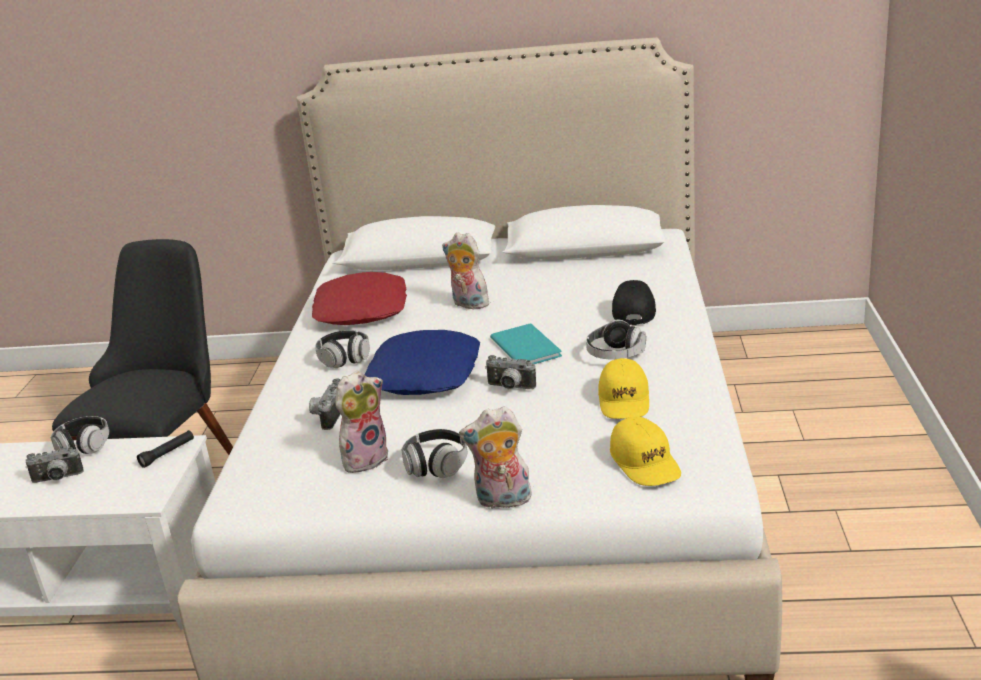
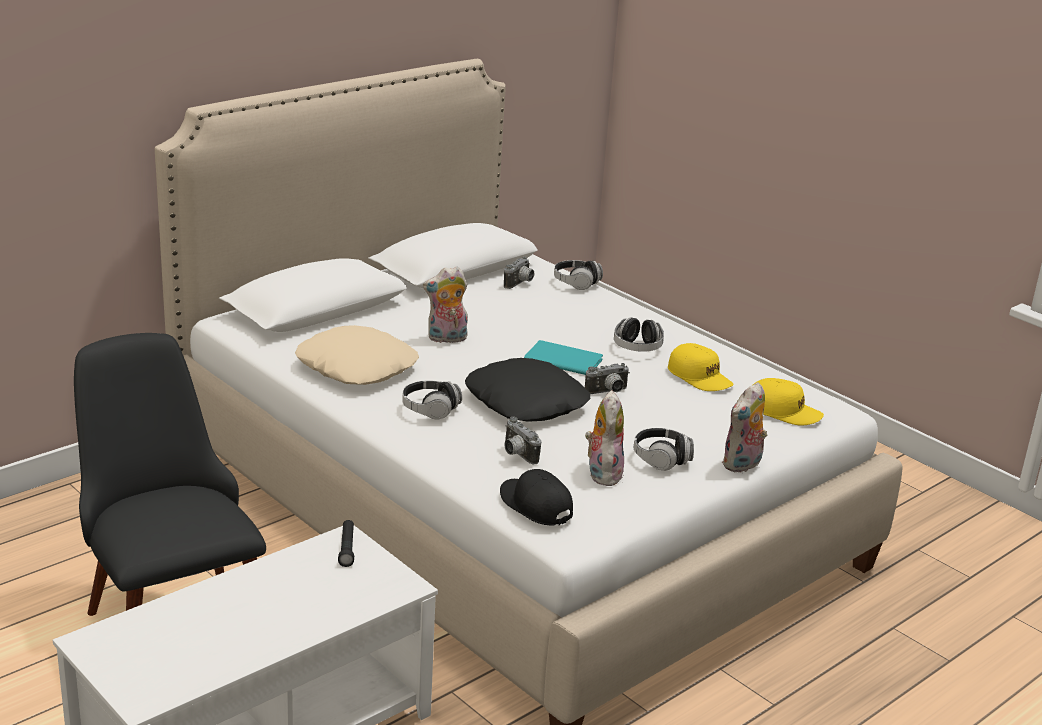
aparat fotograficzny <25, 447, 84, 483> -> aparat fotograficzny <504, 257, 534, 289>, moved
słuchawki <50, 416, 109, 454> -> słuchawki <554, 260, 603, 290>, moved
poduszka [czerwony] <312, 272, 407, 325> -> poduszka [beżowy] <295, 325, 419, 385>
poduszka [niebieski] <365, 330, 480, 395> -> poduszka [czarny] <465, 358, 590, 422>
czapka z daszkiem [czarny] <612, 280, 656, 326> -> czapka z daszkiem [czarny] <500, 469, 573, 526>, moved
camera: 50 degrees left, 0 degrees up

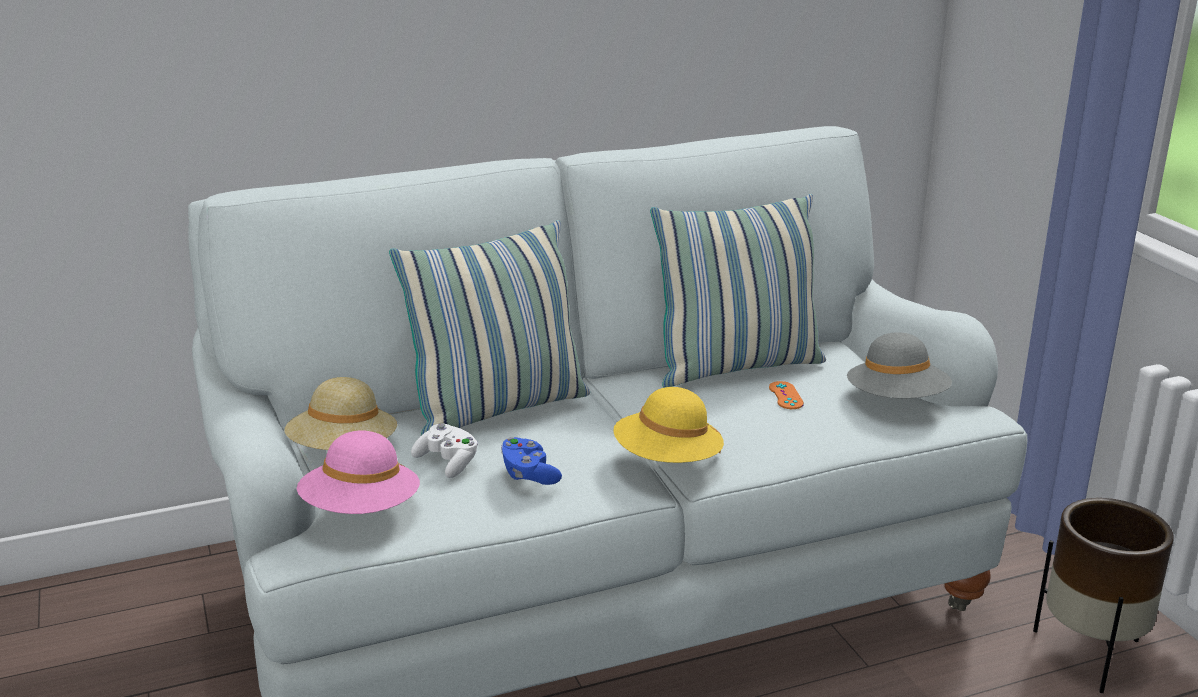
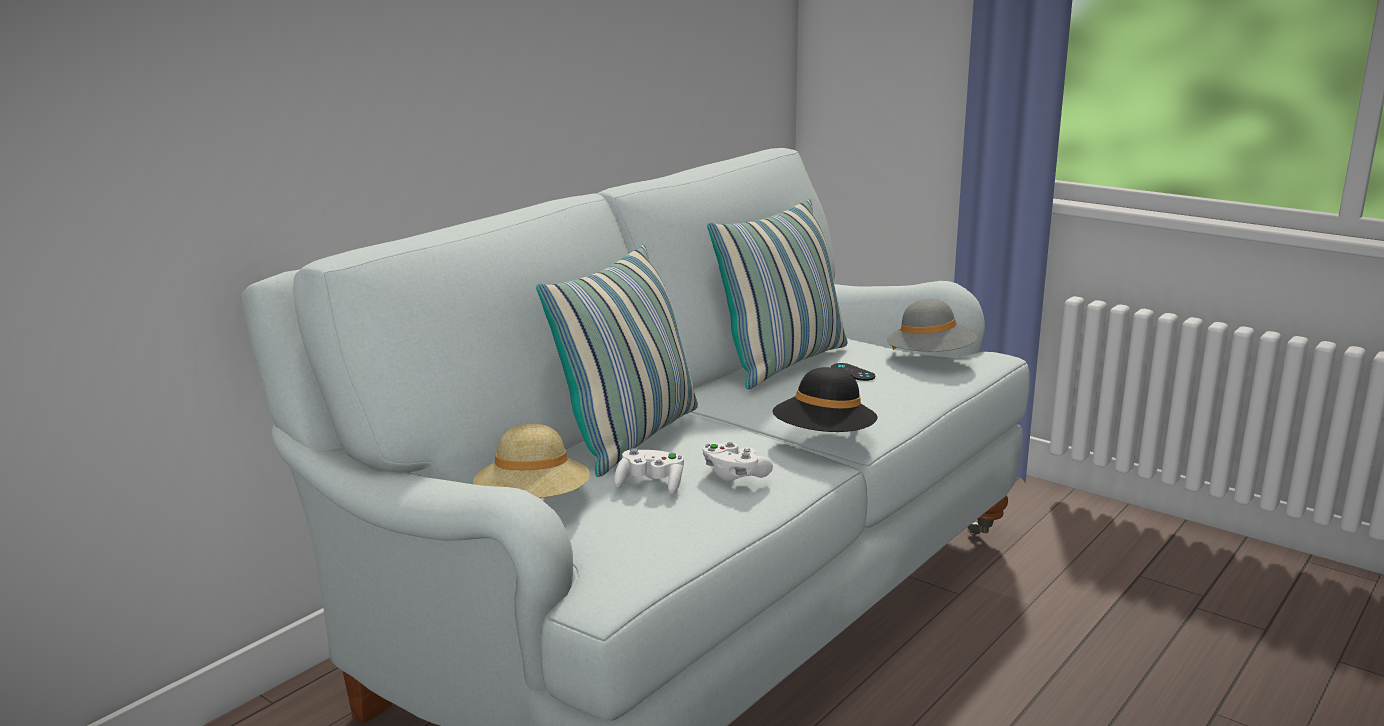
kapelusz [różowy] <297, 431, 420, 514> -> none
pad do gier [niebieski] <501, 437, 562, 485> -> pad do gier [biały] <703, 442, 773, 481>
kapelusz [żółty] <613, 387, 724, 463> -> kapelusz [czarny] <773, 367, 878, 432>
pad do gier [pomarańczowy] <769, 381, 804, 409> -> pad do gier [czarny] <831, 363, 875, 381>
donica [brązowy] <1033, 498, 1174, 693> -> none
camera: 30 degrees left, 5 degrees down

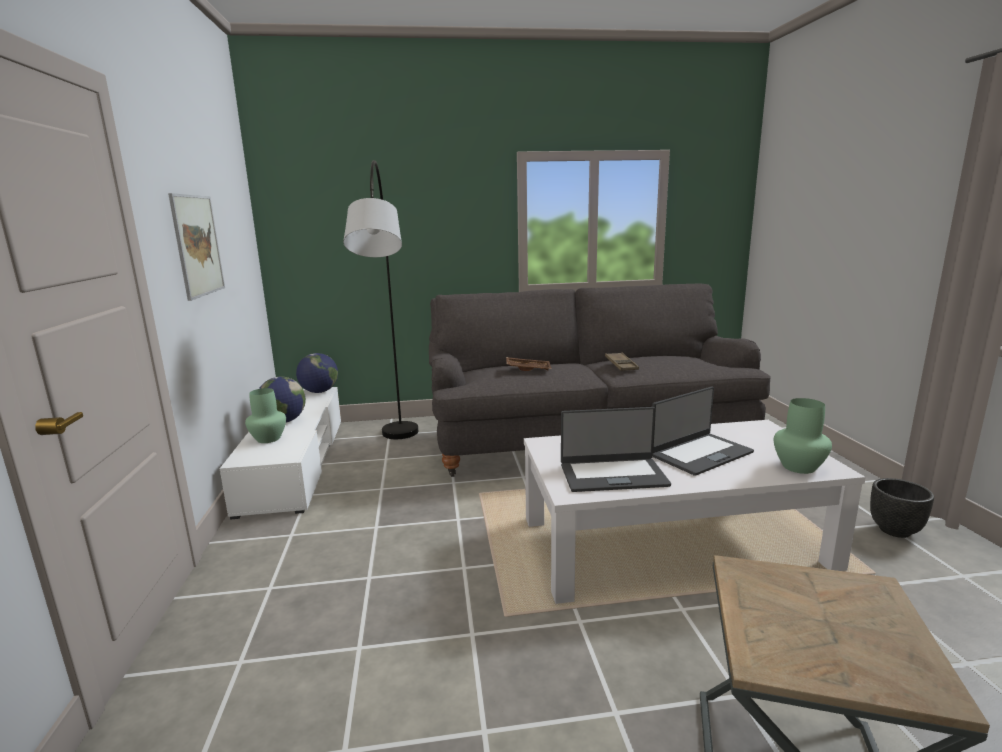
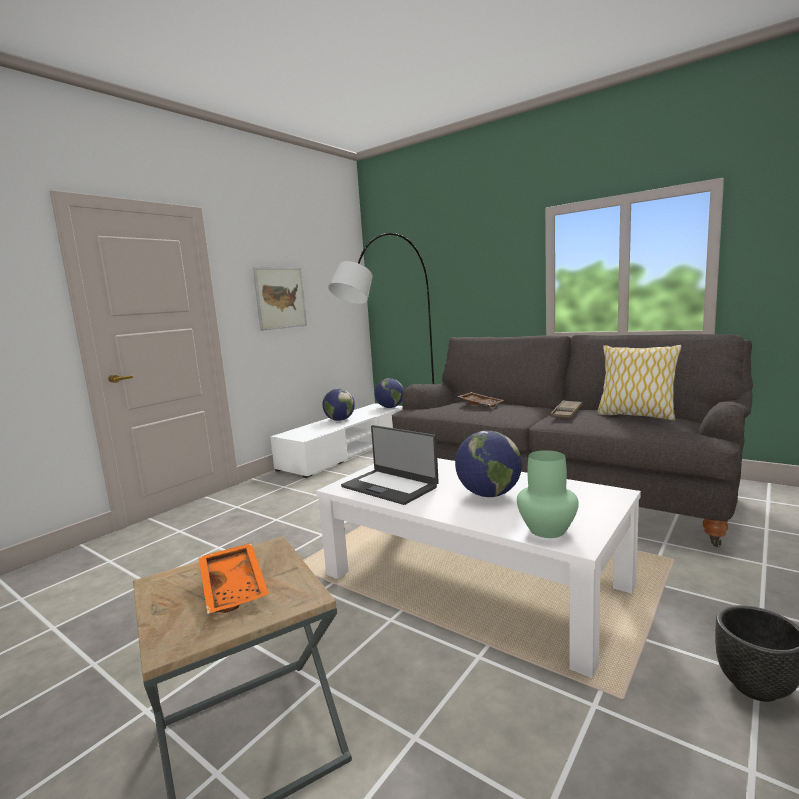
wazon [zielony] <245, 388, 286, 443> -> none
laptop <652, 387, 754, 476> -> globus <455, 431, 522, 497>
none -> taca [pomarańczowy] <198, 543, 269, 614>
none -> poduszka <597, 345, 682, 421>
camera: 45 degrees right, 5 degrees down

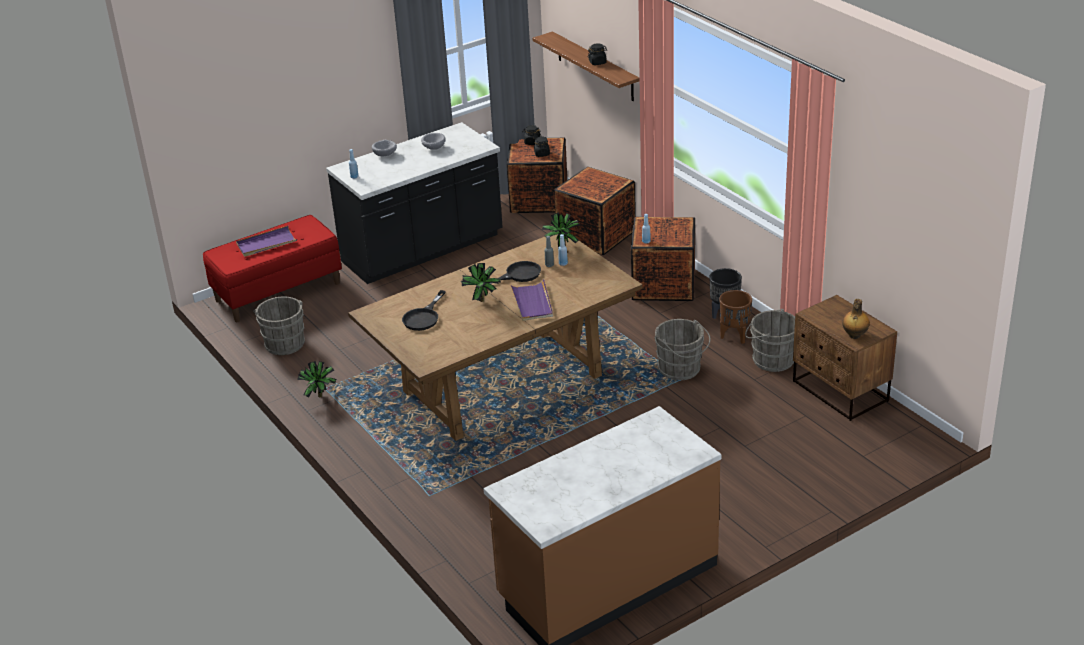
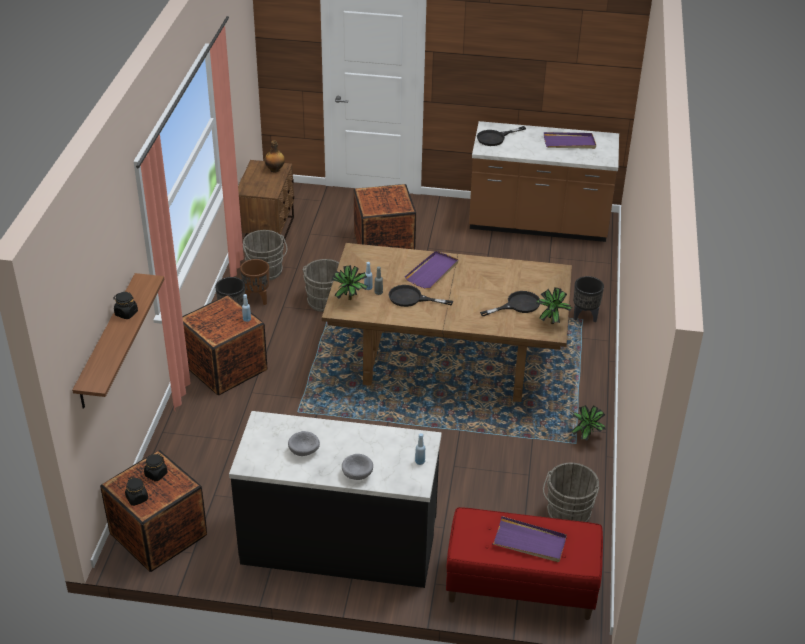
roślina doniczkowa <461, 263, 501, 302> -> roślina doniczkowa <536, 287, 573, 324>, moved
skrzynka <554, 167, 636, 255> -> skrzynka <354, 184, 416, 250>, moved
none -> patelnia [czarny] <477, 126, 526, 146>
none -> taca [fioletowy] <544, 132, 596, 149>
none -> donica [czarny] <574, 276, 604, 322>
camera: 140 degrees left, 5 degrees up

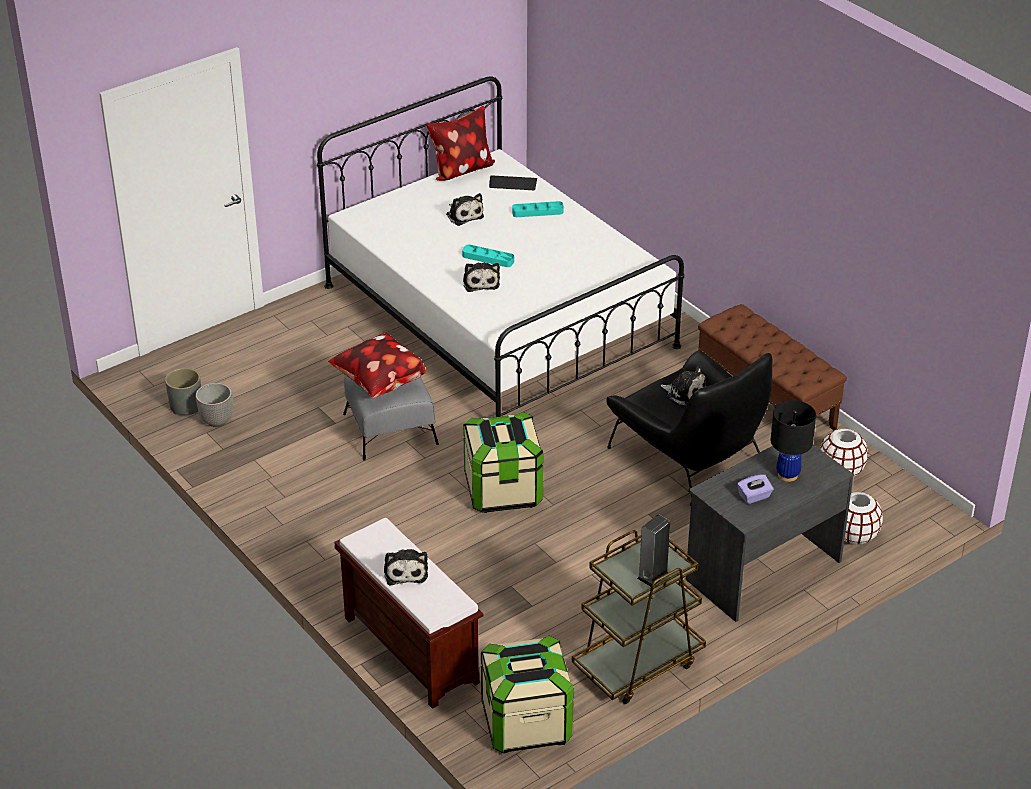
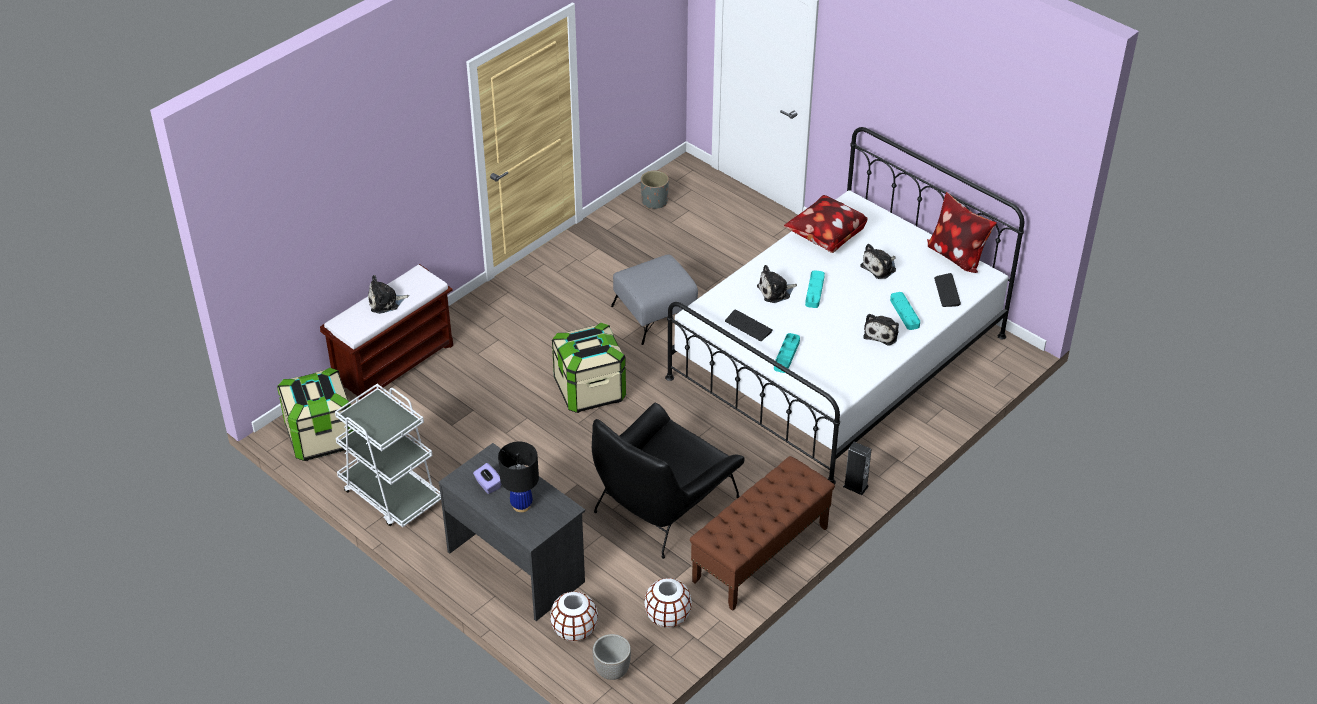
donica <196, 383, 233, 427> -> donica <592, 634, 631, 680>, moved
poduszka <328, 332, 426, 398> -> poduszka <784, 195, 868, 253>, moved
wózek [brązowy] <572, 530, 706, 704> -> wózek [biały] <335, 384, 441, 527>
głośnik <637, 514, 670, 587> -> głośnik <843, 442, 872, 495>, moved
pluszak <660, 365, 706, 405> -> pluszak <863, 314, 899, 345>, moved
none -> klawiatura <725, 309, 772, 341>
none -> taca [turkusowy] <774, 333, 800, 373>
camera: 80 degrees right, 5 degrees up

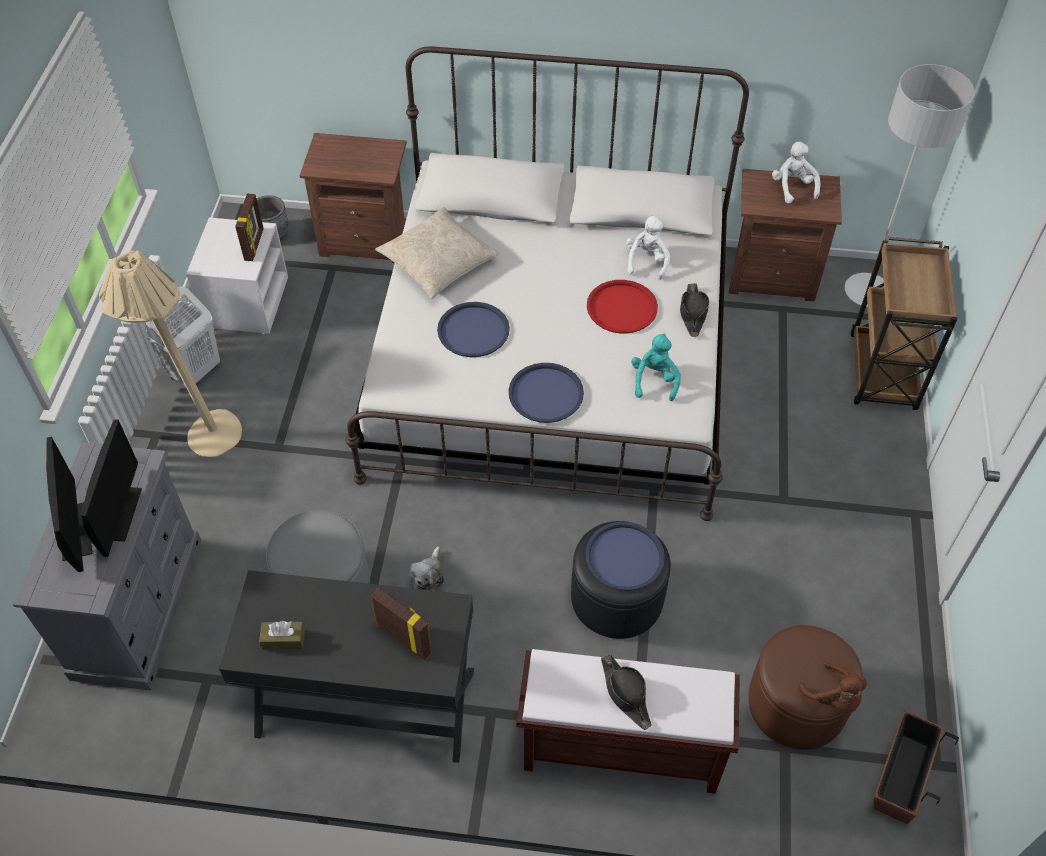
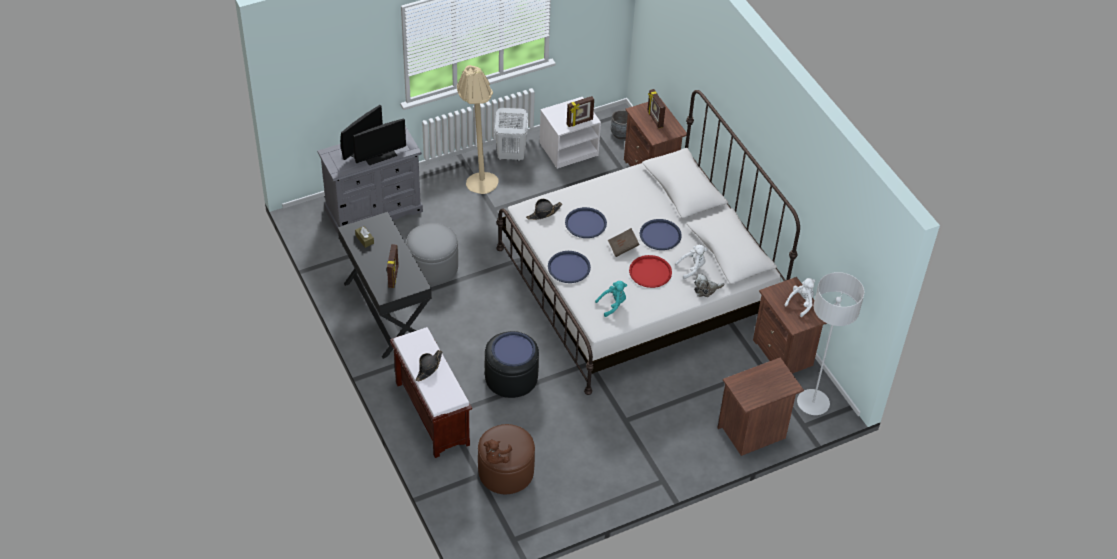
poduszka [beżowy] <375, 207, 500, 299> -> none
pluszak <410, 546, 444, 591> -> pluszak <694, 273, 725, 297>, moved
kapelusz [czarny] <680, 283, 709, 337> -> kapelusz [czarny] <526, 199, 562, 220>, moved
wózek [brązowy] <850, 237, 957, 410> -> szafka nocna [brązowy] <717, 357, 804, 456>
donica <874, 710, 959, 824> -> none
none -> książka [brązowy] <608, 228, 639, 257>
none -> taca [niebieski] <640, 219, 682, 250>
none -> ramka na zdjęcie <647, 89, 665, 128>
camera: 55 degrees right, 5 degrees down

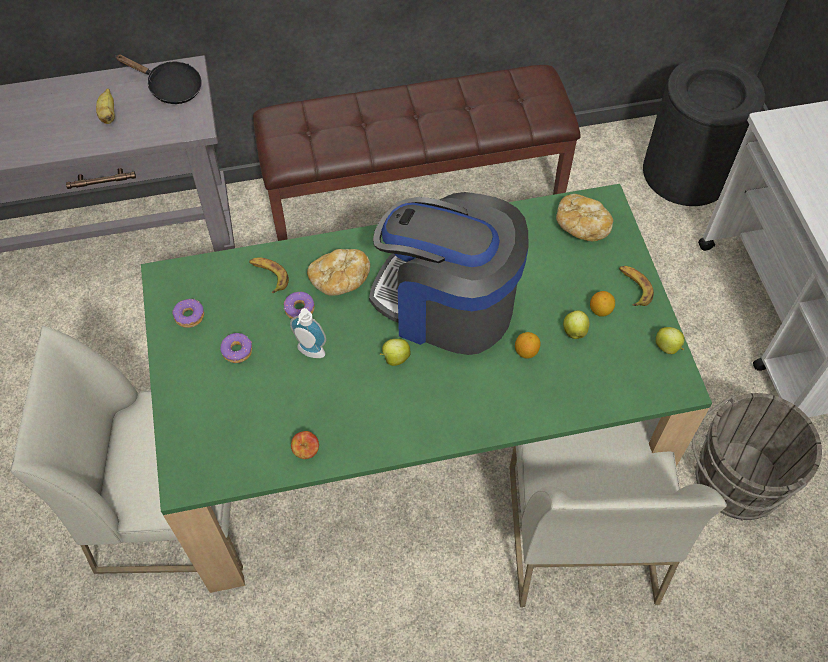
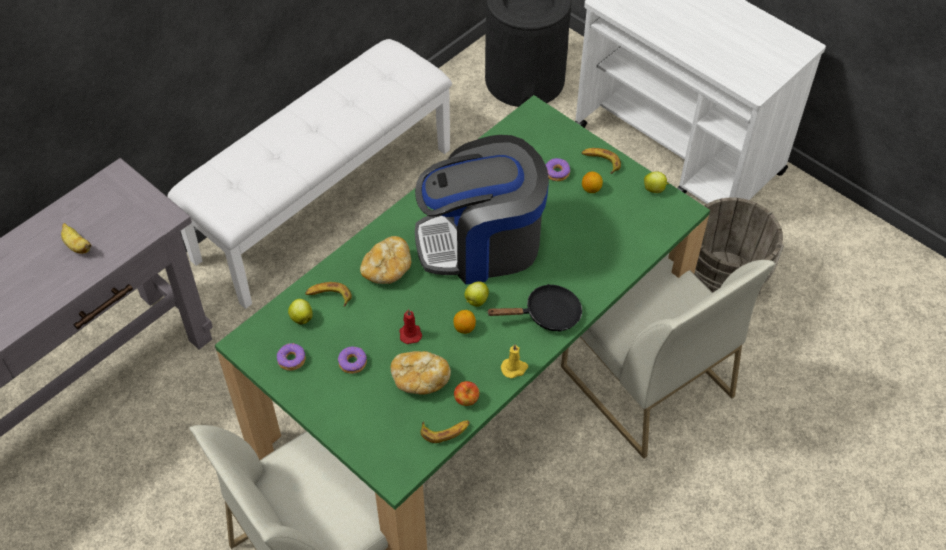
patelnia [czarny] <115, 54, 202, 104> -> patelnia [czarny] <486, 284, 582, 332>, moved
ławka [brązowy] <253, 65, 581, 241> -> ławka [biały] <168, 39, 452, 309>
donut <284, 292, 315, 319> -> donut <546, 158, 570, 181>, moved
dozownik mydła <290, 308, 326, 358> -> świeca [czerwony] <399, 309, 422, 344>
cytryna <515, 332, 541, 358> -> cytryna <453, 310, 476, 334>, moved
chleb <556, 194, 613, 241> -> chleb <391, 351, 451, 395>, moved
jabłko <563, 310, 589, 339> -> jabłko <288, 299, 313, 324>, moved
none -> banan <420, 420, 470, 443>
none -> świeca [żółty] <501, 344, 528, 378>
camera: 35 degrees left, 5 degrees down

